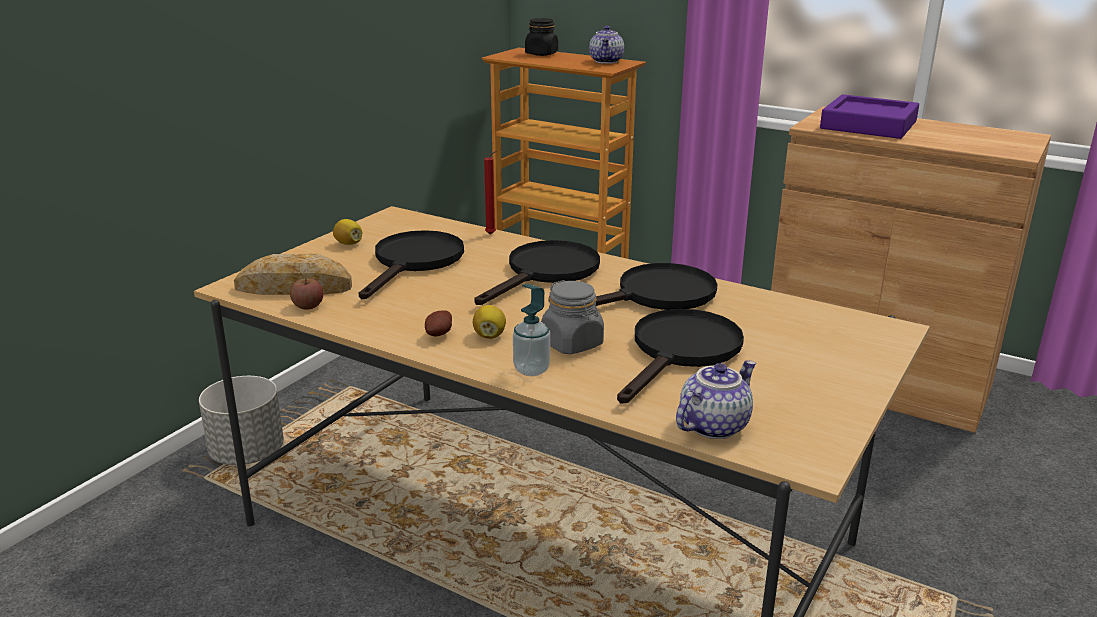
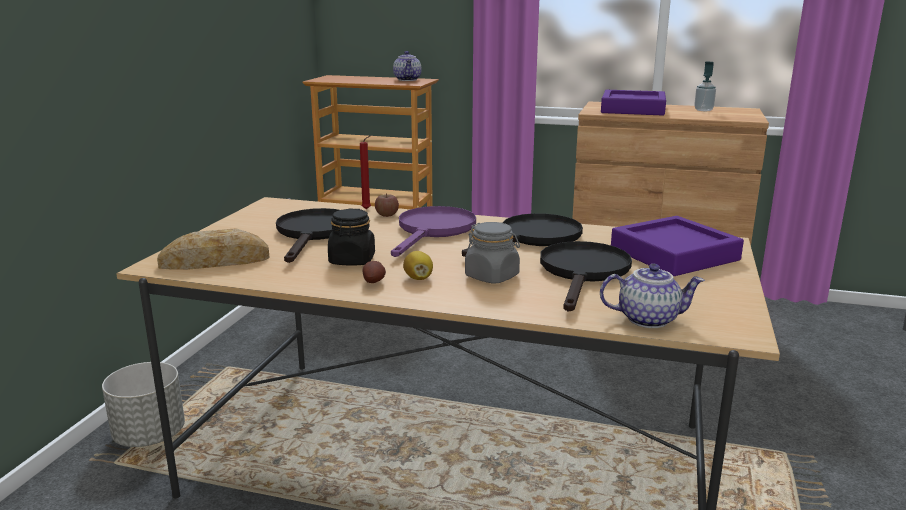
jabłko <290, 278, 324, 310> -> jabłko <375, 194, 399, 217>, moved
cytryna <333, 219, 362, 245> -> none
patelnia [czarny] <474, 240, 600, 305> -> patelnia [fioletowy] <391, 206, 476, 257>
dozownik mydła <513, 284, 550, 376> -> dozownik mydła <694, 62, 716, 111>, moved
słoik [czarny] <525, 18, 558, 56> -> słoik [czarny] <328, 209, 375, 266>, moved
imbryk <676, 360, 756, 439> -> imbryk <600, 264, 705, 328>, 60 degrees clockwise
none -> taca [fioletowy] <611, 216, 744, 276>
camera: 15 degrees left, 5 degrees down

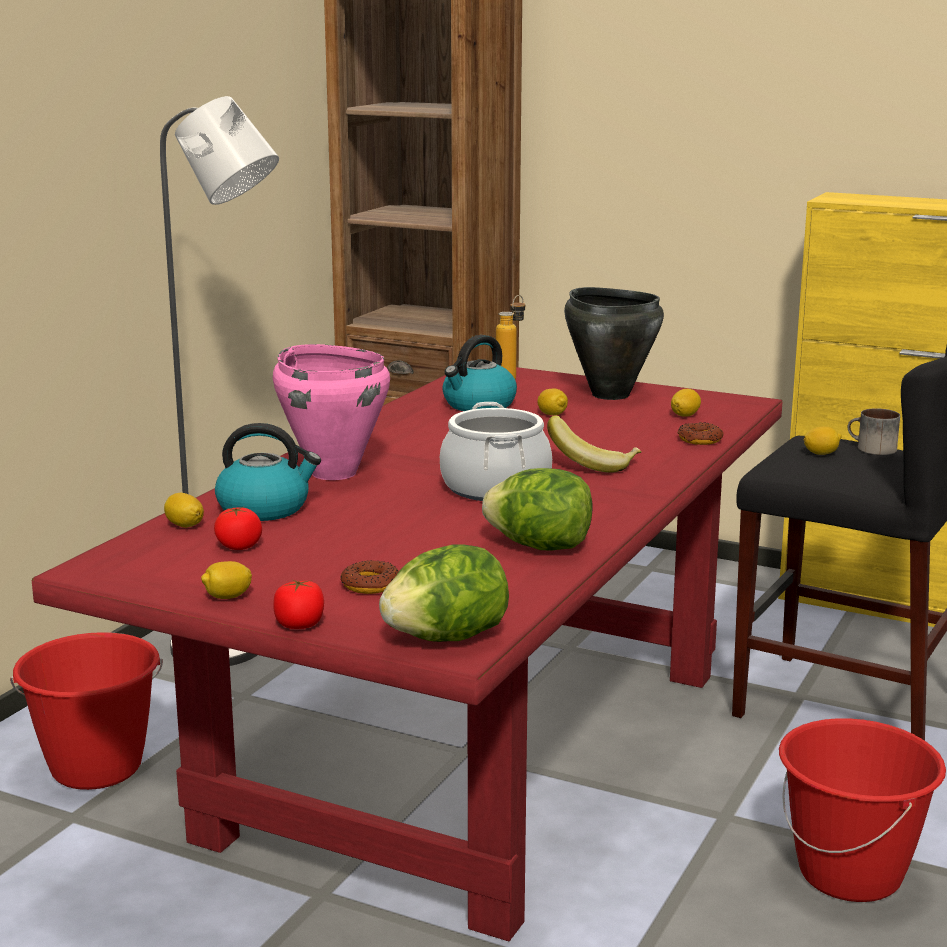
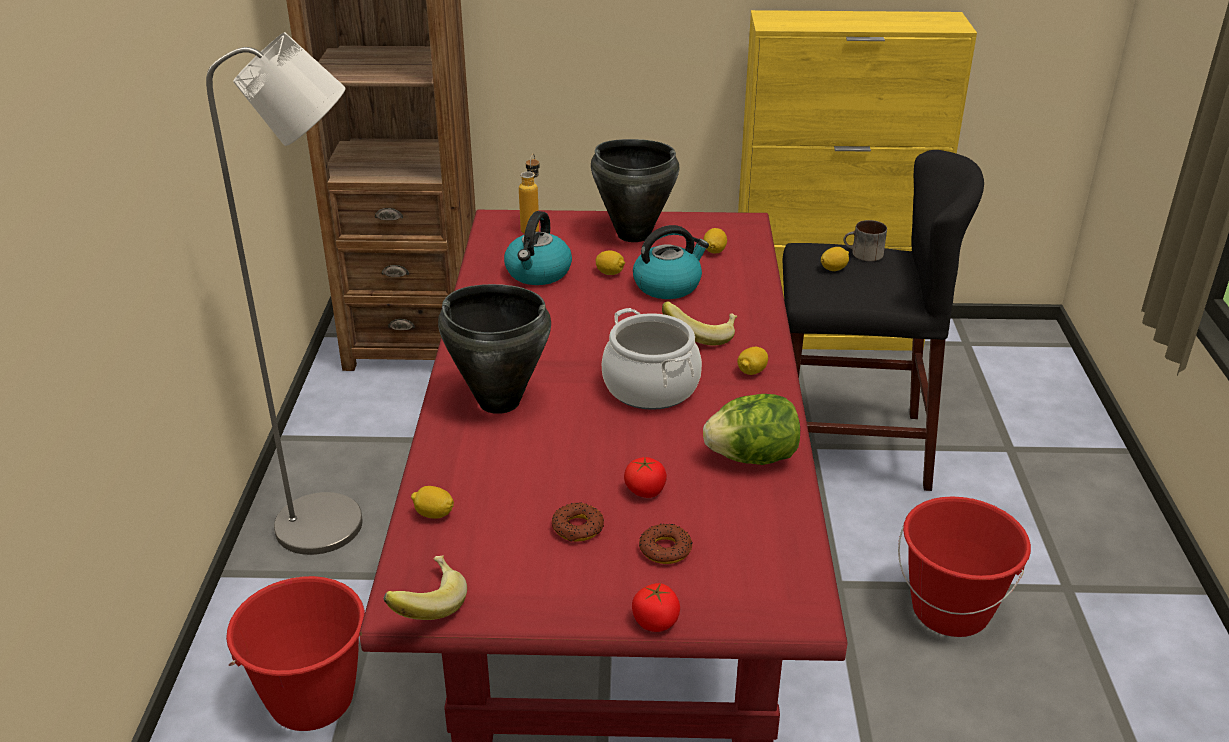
cytryna <201, 561, 252, 599> -> cytryna <737, 347, 768, 375>, moved
pomidor <214, 506, 262, 550> -> pomidor <624, 457, 667, 498>, moved
czajnik <215, 423, 321, 521> -> czajnik <633, 225, 709, 299>, moved
garnek [różowy] <273, 344, 390, 480> -> garnek [czarny] <438, 284, 551, 414>
sałata <379, 544, 509, 642> -> none
donut <678, 422, 723, 445> -> donut <552, 502, 604, 542>, moved
none -> banan <384, 555, 467, 620>
camera: 25 degrees left, 15 degrees up

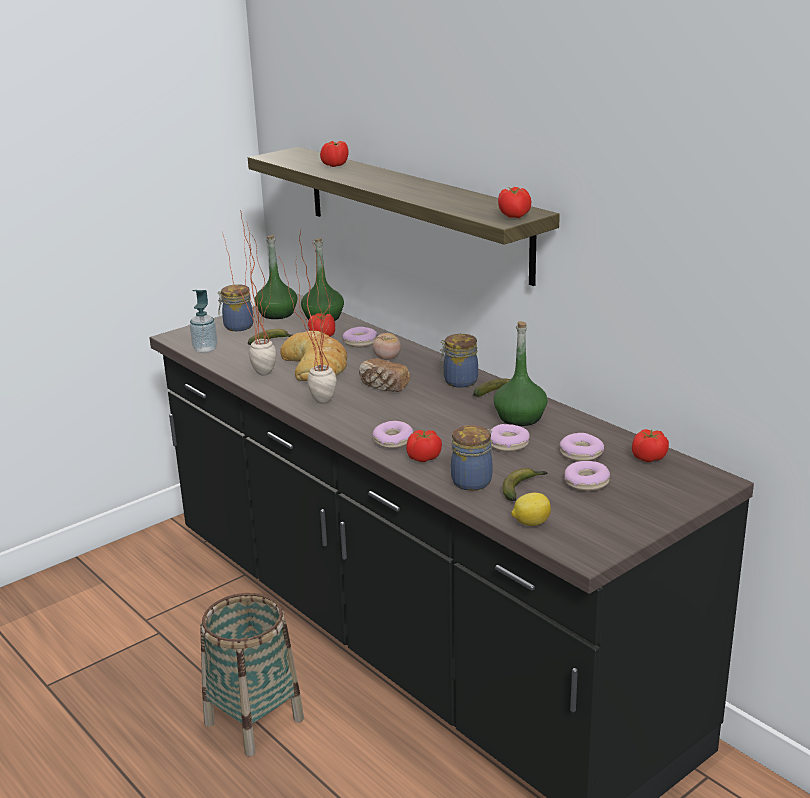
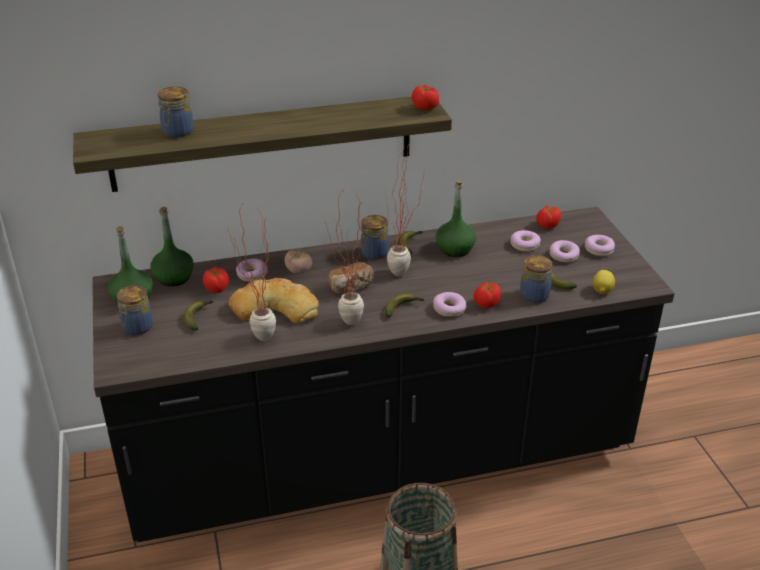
dozownik mydła <190, 290, 218, 353> -> none
pomidor <320, 141, 349, 167> -> słoik <158, 87, 194, 138>
donut <490, 424, 529, 452> -> donut <585, 235, 615, 256>, moved
none -> roślina doniczkowa <385, 143, 425, 276>
none -> banan <385, 293, 424, 318>
camera: 65 degrees left, 10 degrees up

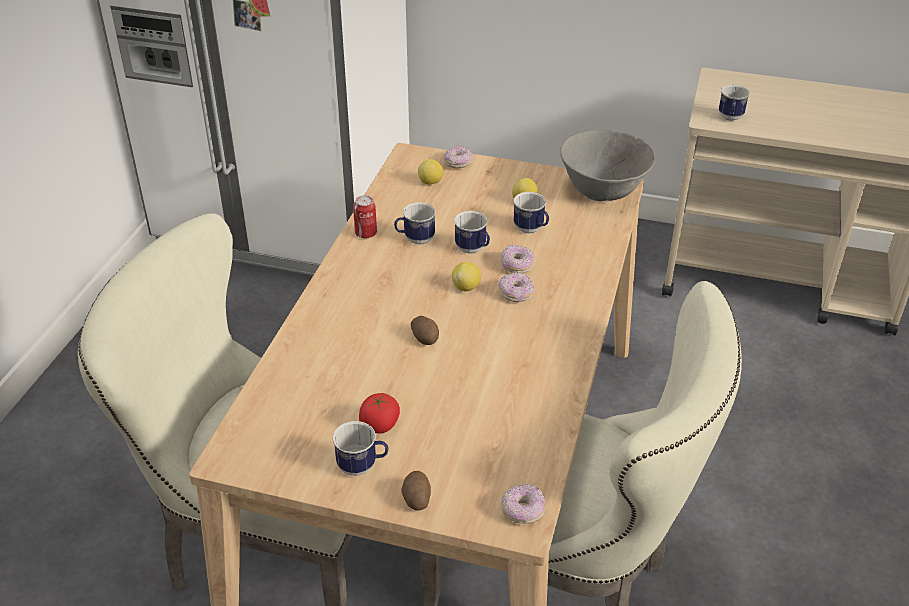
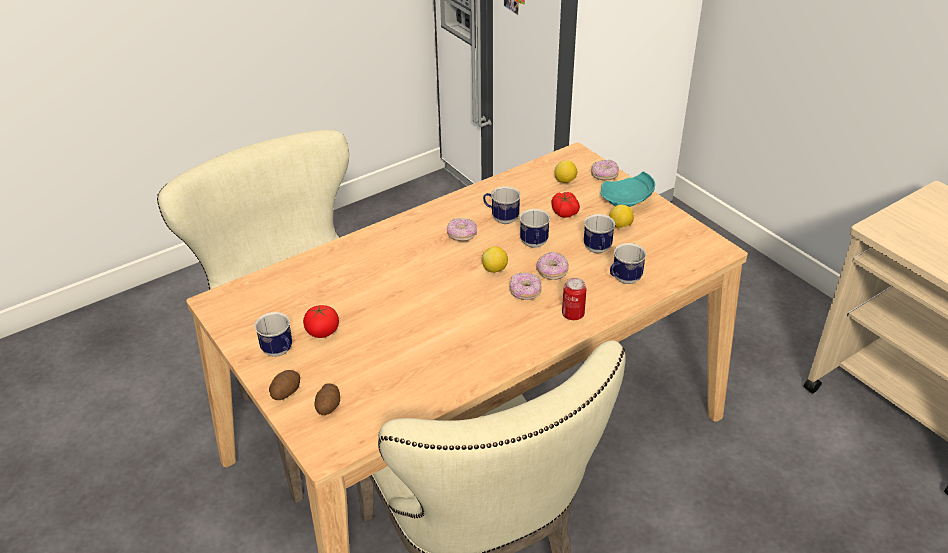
puszka <353, 195, 377, 238> -> puszka <562, 278, 586, 320>, moved
ziemniak <411, 316, 439, 345> -> ziemniak <314, 383, 340, 415>, moved
donut <501, 484, 545, 524> -> donut <447, 218, 477, 241>, moved
miska [szary] <560, 130, 655, 201> -> none
kubek <719, 85, 750, 121> -> kubek <610, 243, 647, 284>, moved
none -> pomidor <551, 192, 580, 218>
none -> talerz [turkusowy] <600, 171, 655, 207>
camera: 40 degrees right, 0 degrees up

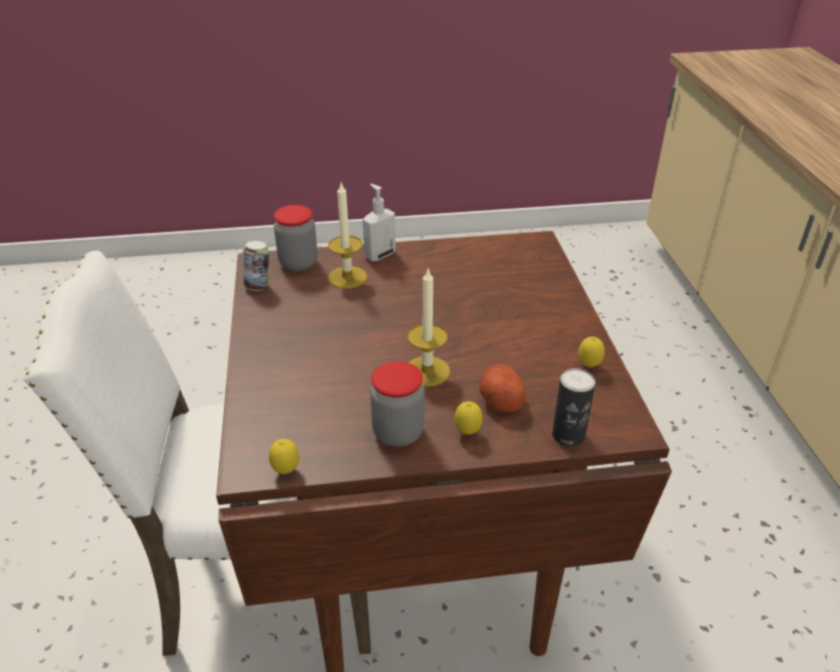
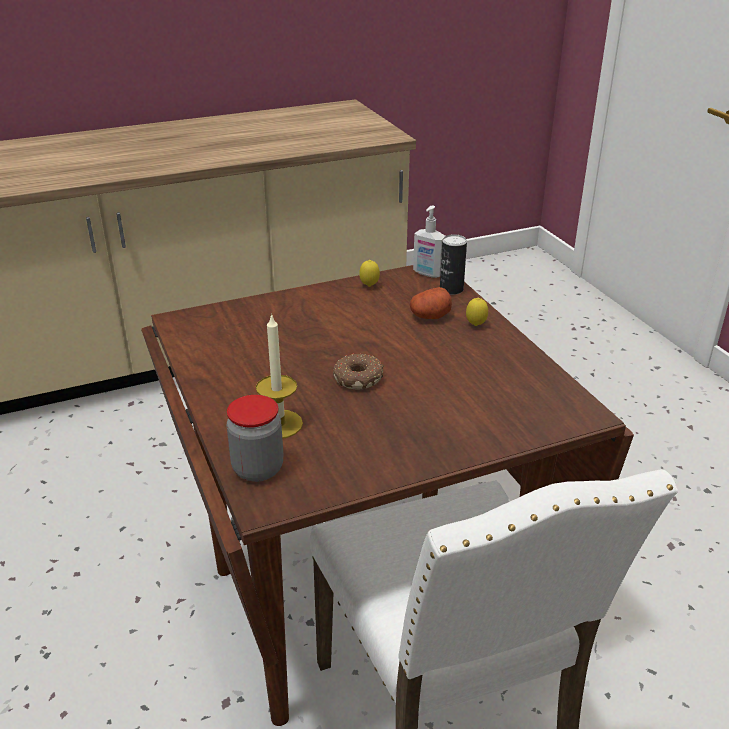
puszka <243, 241, 269, 291> -> none
cytryna <269, 439, 299, 474> -> none
dozownik mydła <363, 184, 396, 261> -> dozownik mydła <413, 205, 445, 278>, moved
słoik <370, 361, 425, 447> -> none
świeca <408, 269, 450, 387> -> none
none -> donut <333, 353, 384, 390>
camera: 105 degrees left, 5 degrees down

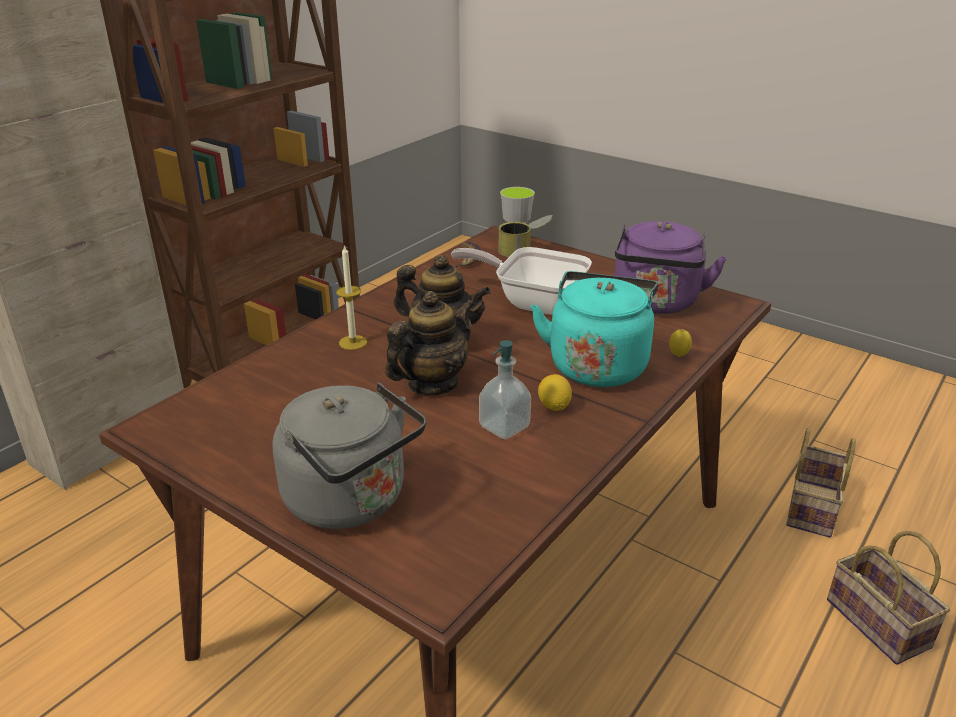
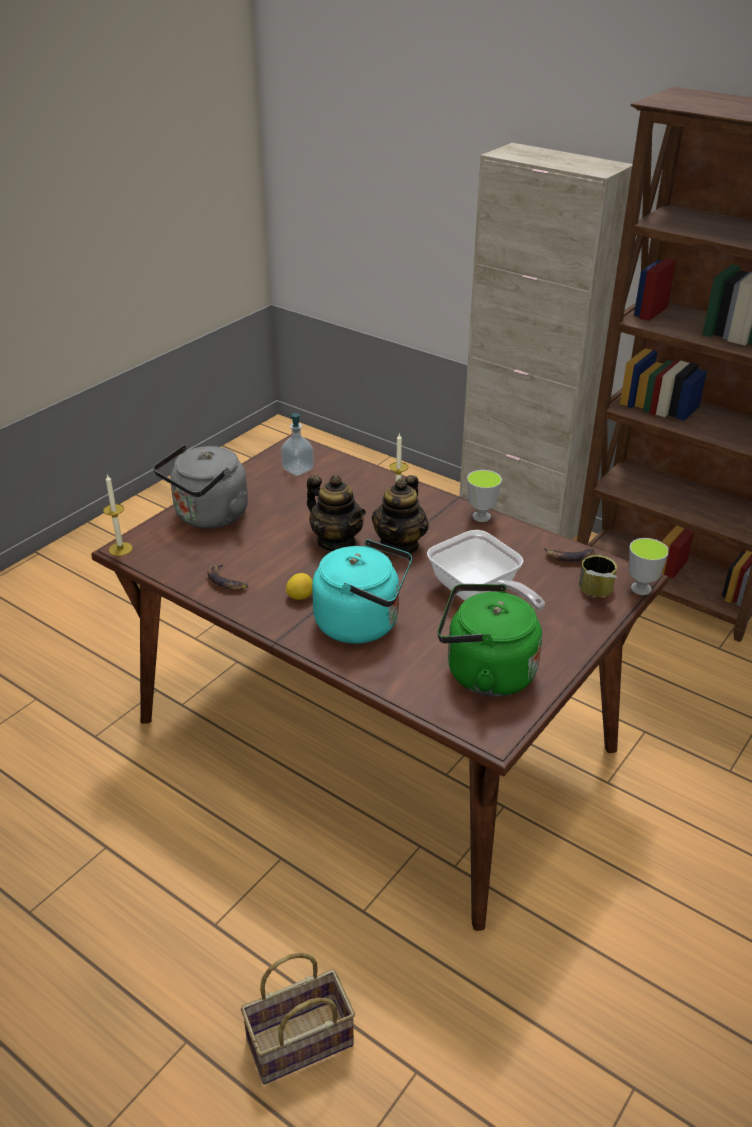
patelnia <451, 247, 592, 315> -> patelnia <427, 530, 545, 610>, 120 degrees clockwise
dozownik mydła <479, 340, 531, 439> -> dozownik mydła <281, 413, 314, 476>, moved
czajnik [fioletowy] <615, 221, 727, 314> -> czajnik [zielony] <437, 584, 542, 697>
cytryna <669, 329, 692, 357> -> none
koszyk <786, 428, 856, 538> -> none
none -> świeca <103, 474, 133, 556>
none -> banan <207, 564, 248, 590>
none -> filiżanka <467, 470, 502, 522>
camera: 90 degrees right, 5 degrees up

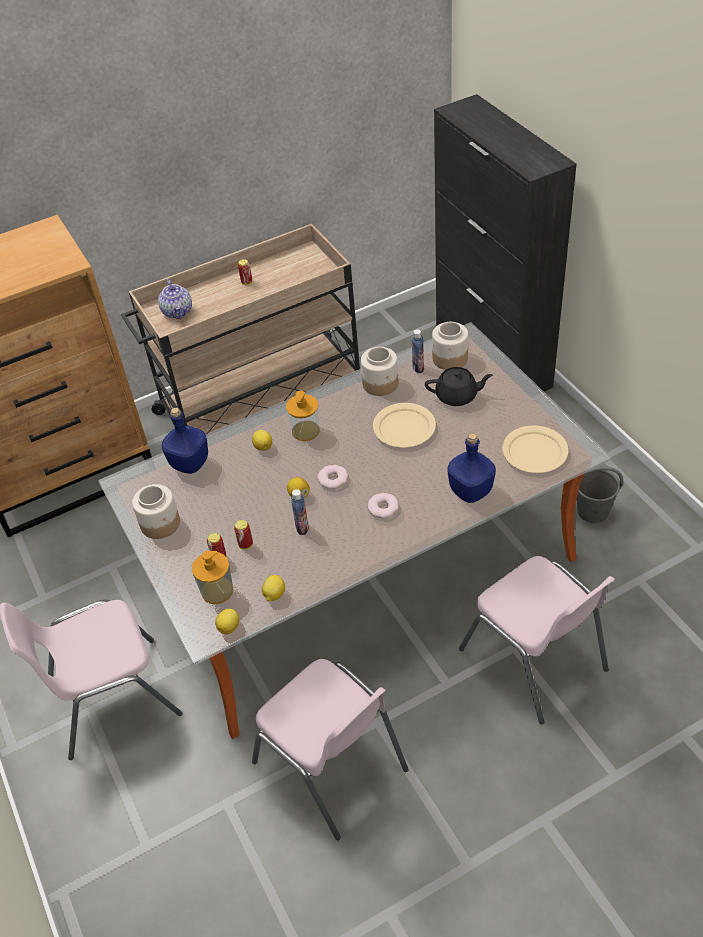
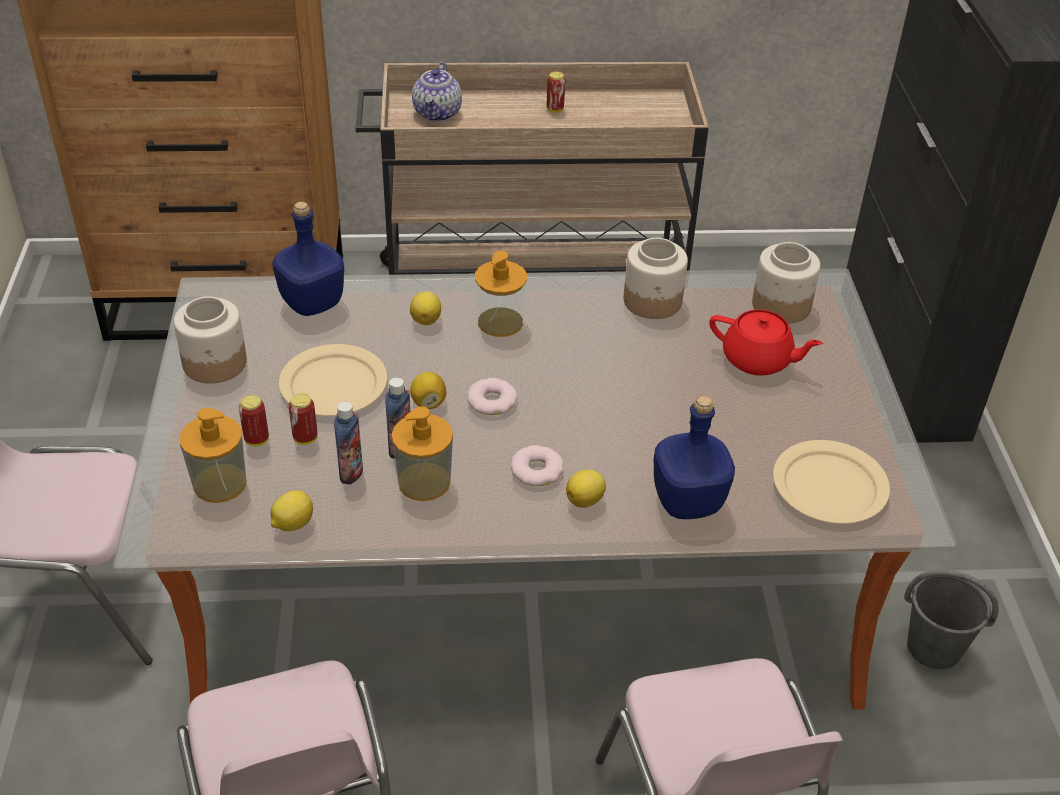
cytryna <215, 609, 239, 635> -> cytryna <566, 470, 606, 508>, moved
talerz [beżowy] <373, 403, 436, 448> -> talerz [beżowy] <279, 344, 387, 416>, moved
butelka <412, 329, 424, 373> -> butelka <334, 401, 363, 485>, moved
imbryk [czarny] <425, 367, 493, 406> -> imbryk [czerwony] <709, 309, 823, 376>
none -> dozownik mydła <392, 406, 453, 501>
camera: 20 degrees right, 5 degrees down

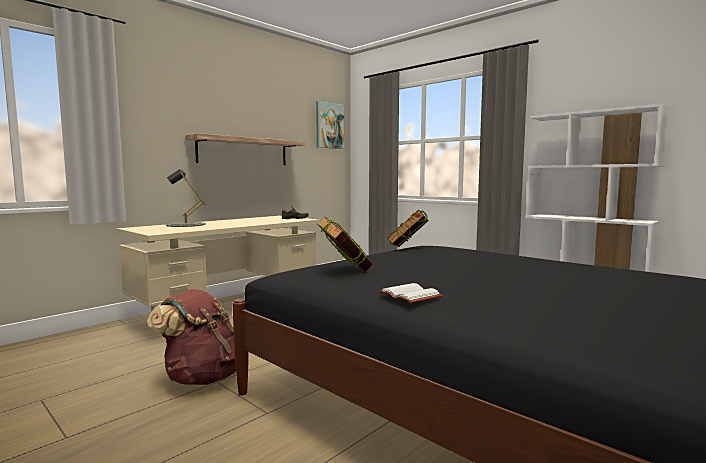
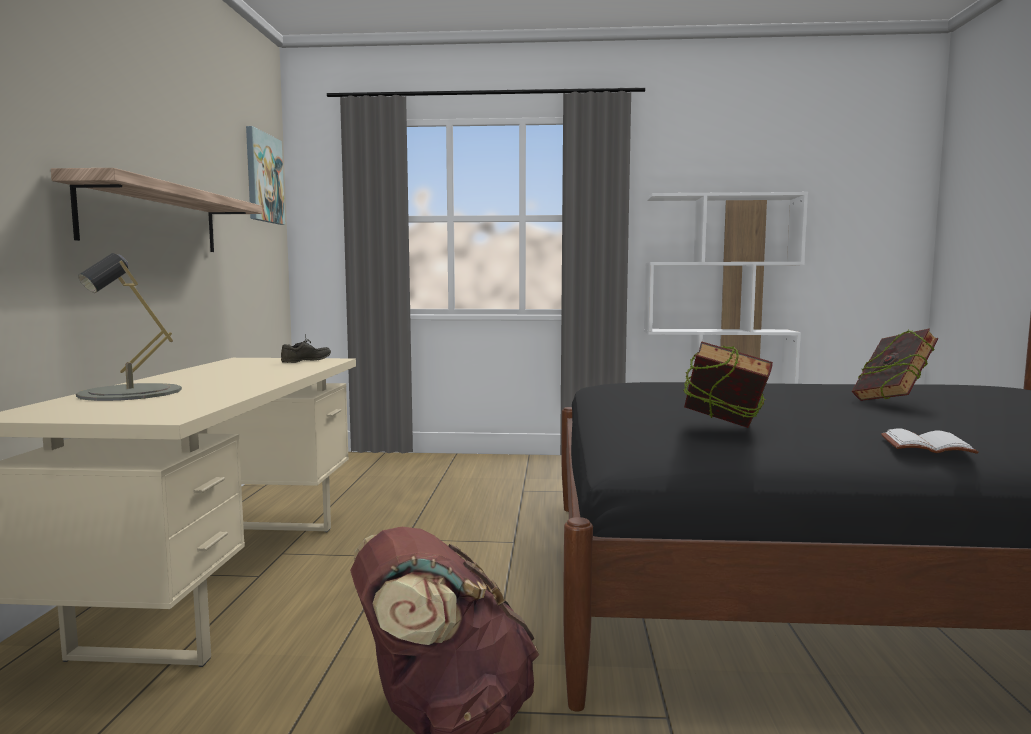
książka <388, 210, 429, 247> -> książka <852, 328, 939, 401>, moved
camera: 40 degrees left, 0 degrees up

